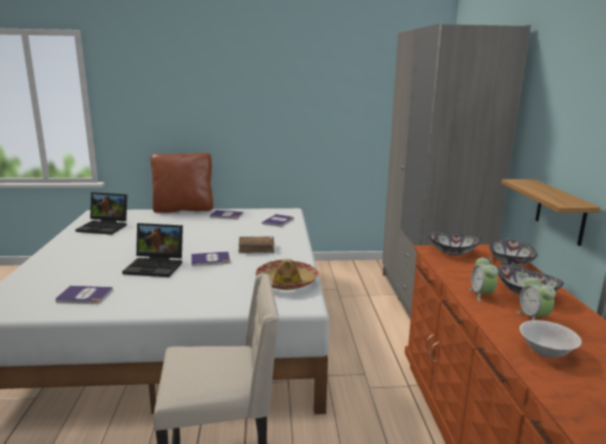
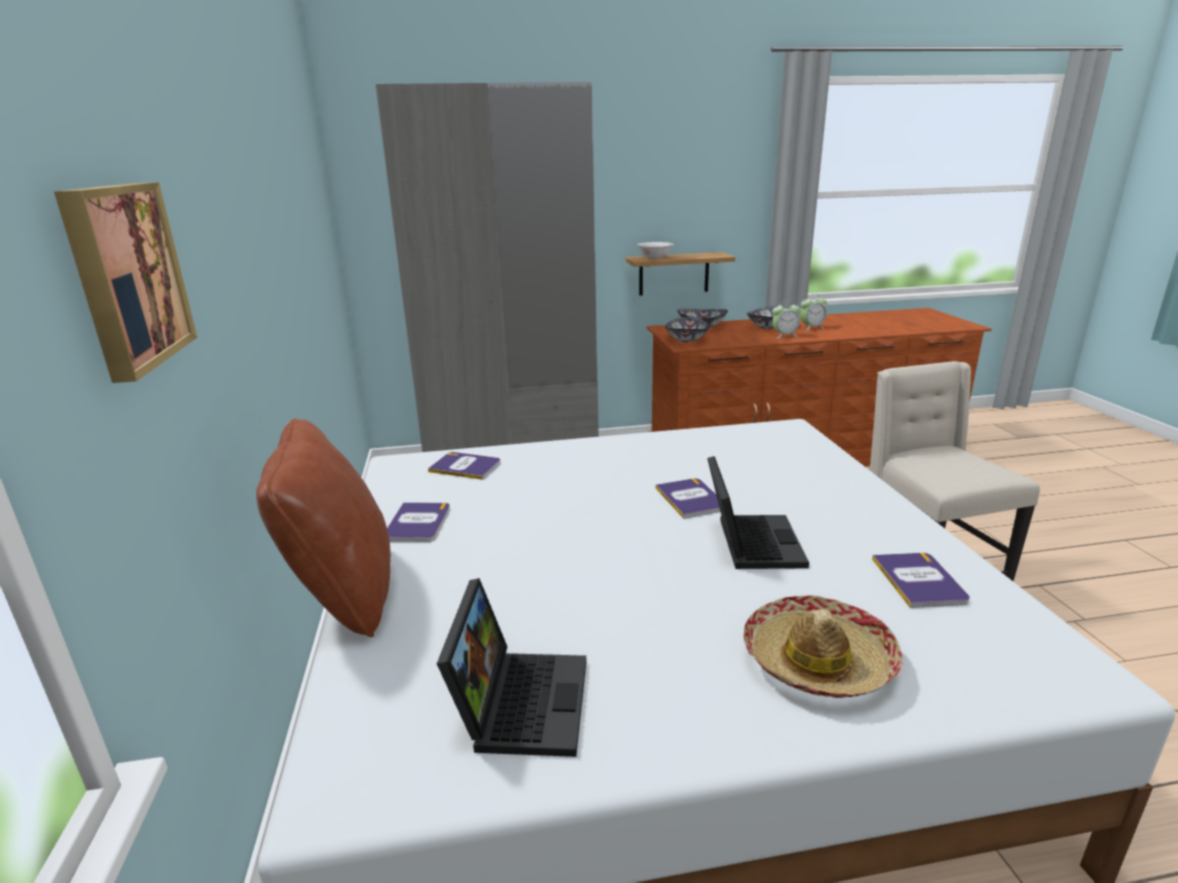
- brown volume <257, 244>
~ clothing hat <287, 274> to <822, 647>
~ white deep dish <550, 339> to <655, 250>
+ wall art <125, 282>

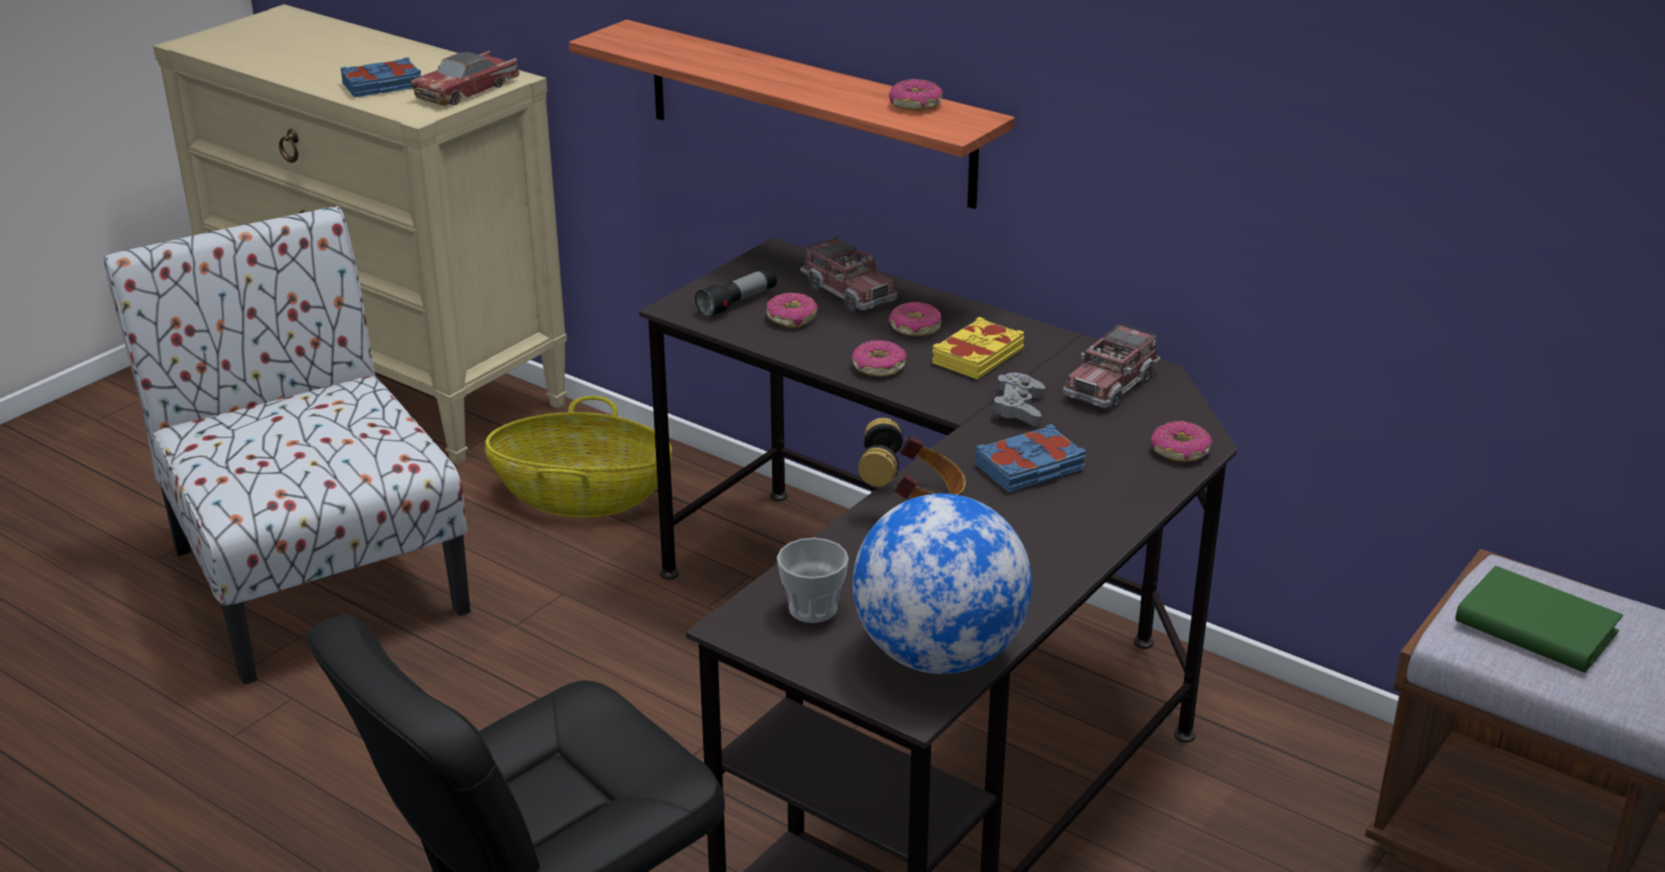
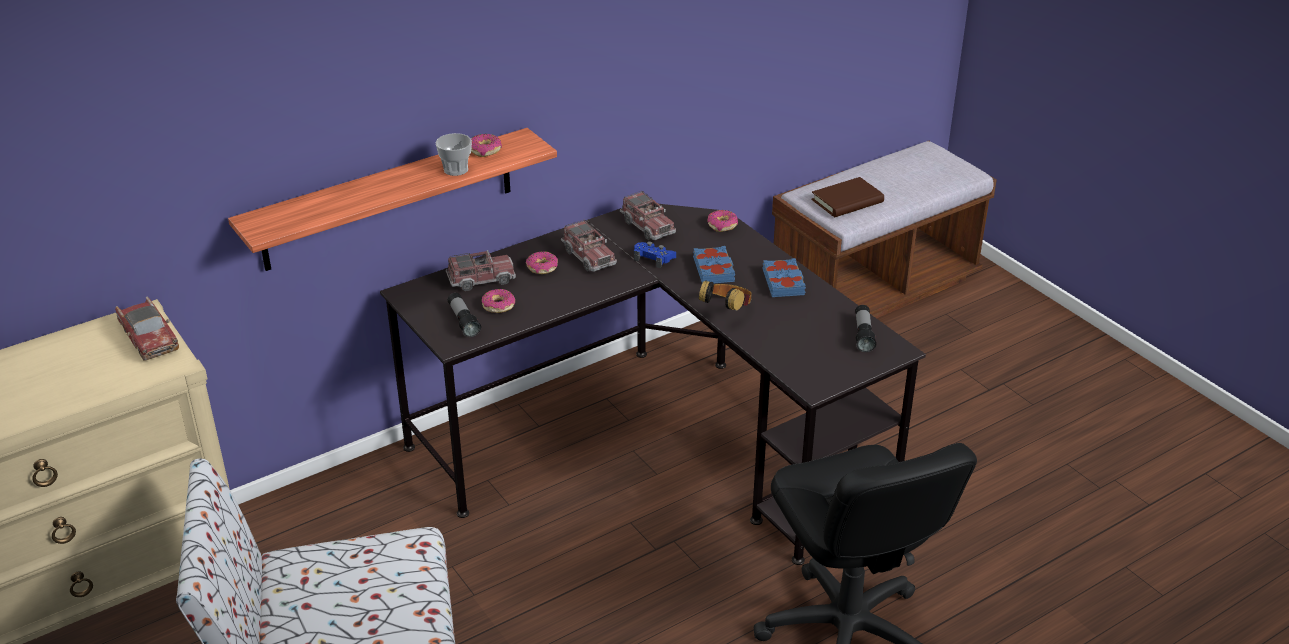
~ blue-coloured volume <381, 77> to <784, 277>
- storage basket <578, 456>
~ cup <813, 580> to <454, 154>
- ring doughnut <879, 358>
~ desk globe <942, 583> to hand torch <865, 328>
~ yellow-coloured volume <978, 348> to toy lorry <589, 246>
~ greyish game controller <1019, 399> to blue-coloured game controller <655, 254>
~ green volume <1539, 619> to brown volume <847, 197>

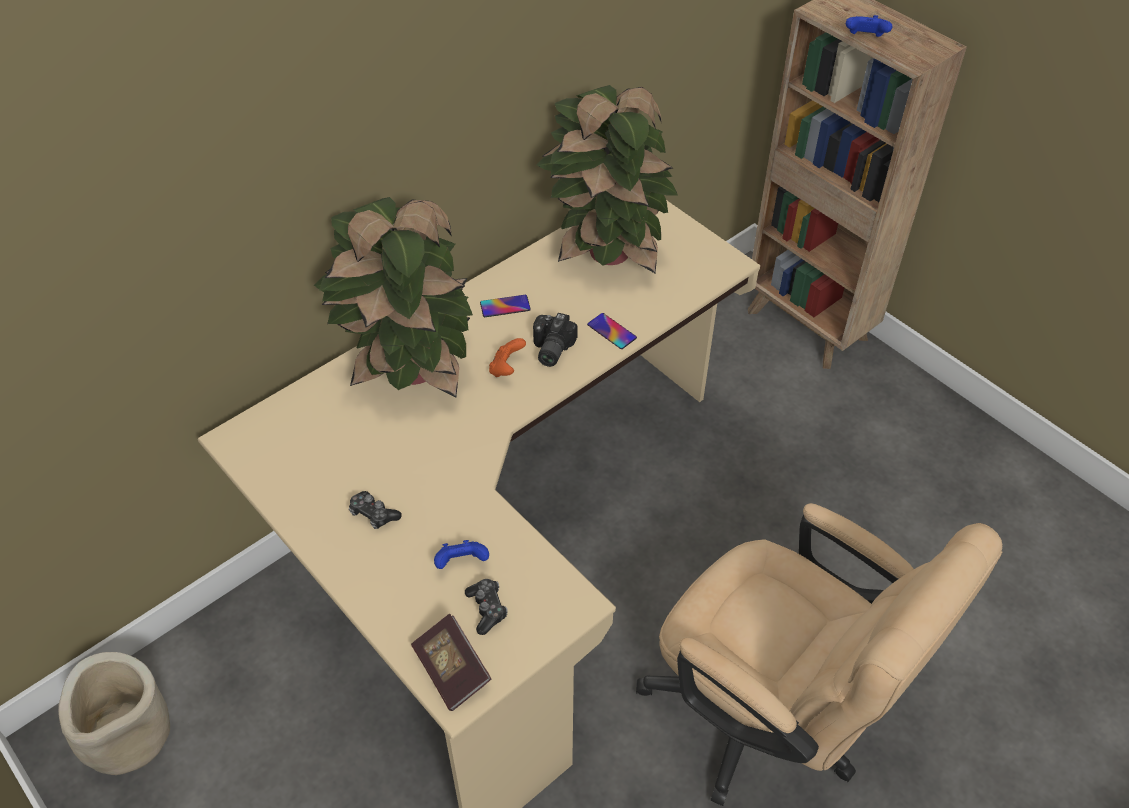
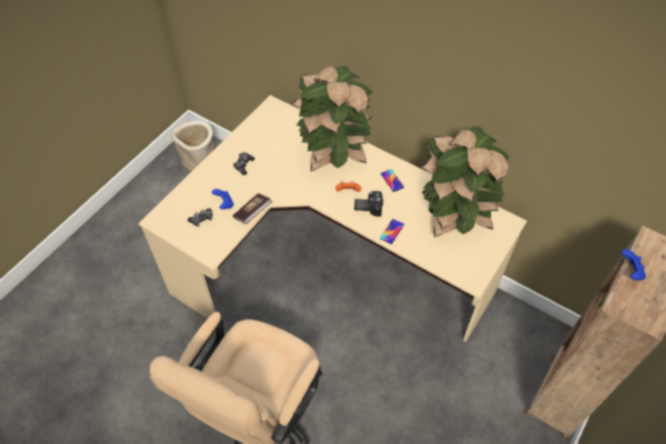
~ volume <451, 662> to <252, 208>

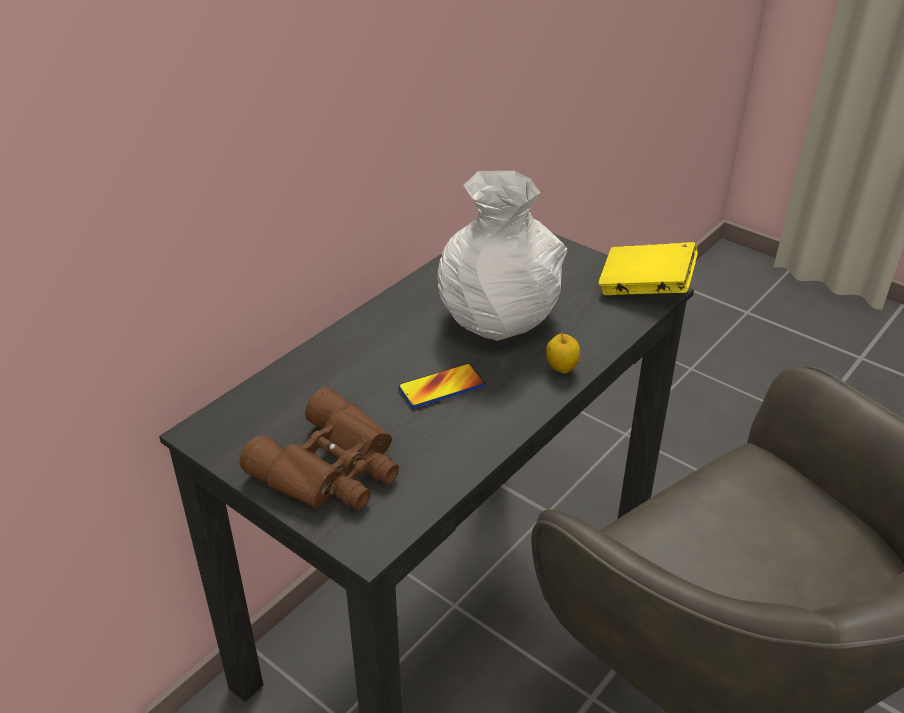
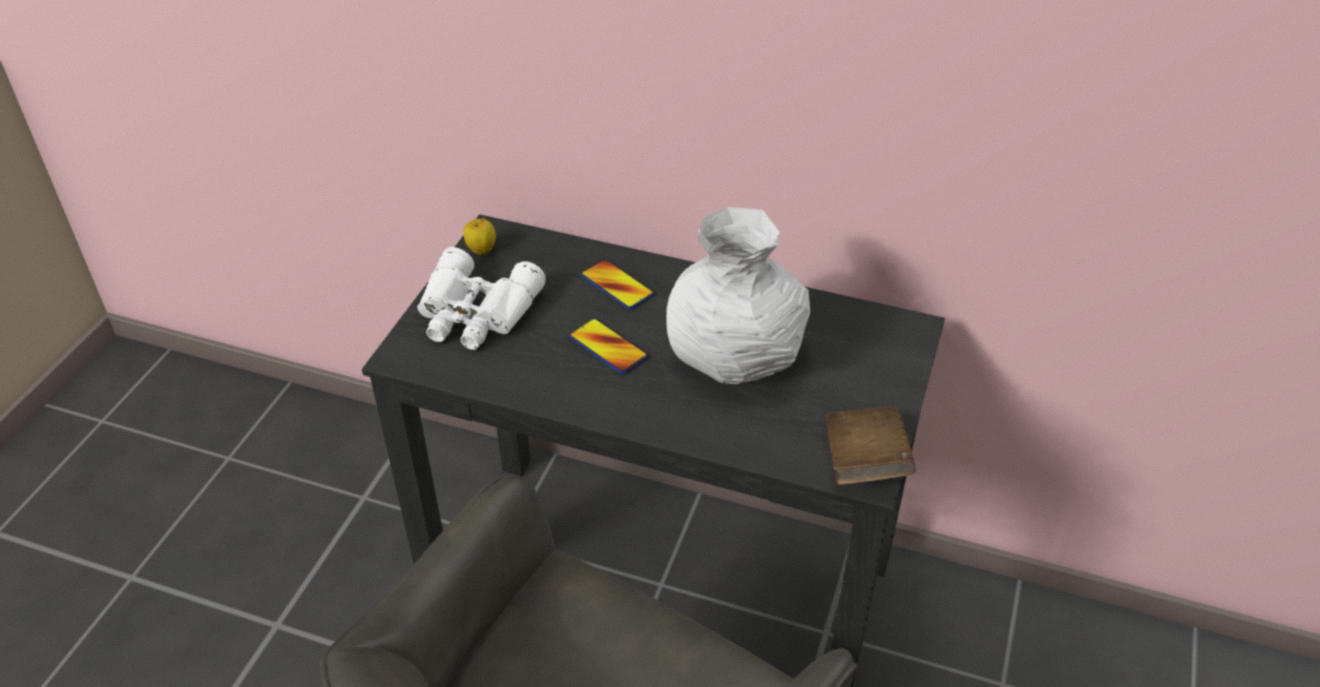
~ brown field glasses <319, 448> to white field glasses <482, 298>
~ whole apple <563, 352> to <479, 236>
~ yellow-coloured volume <648, 268> to brown volume <870, 445>
+ phone <617, 284>

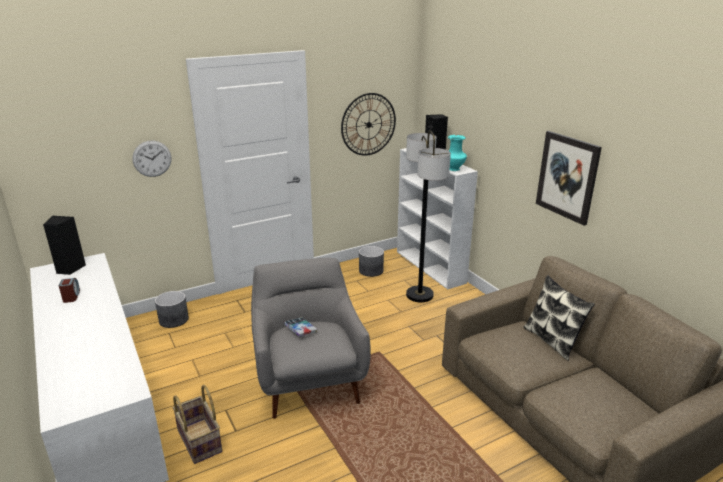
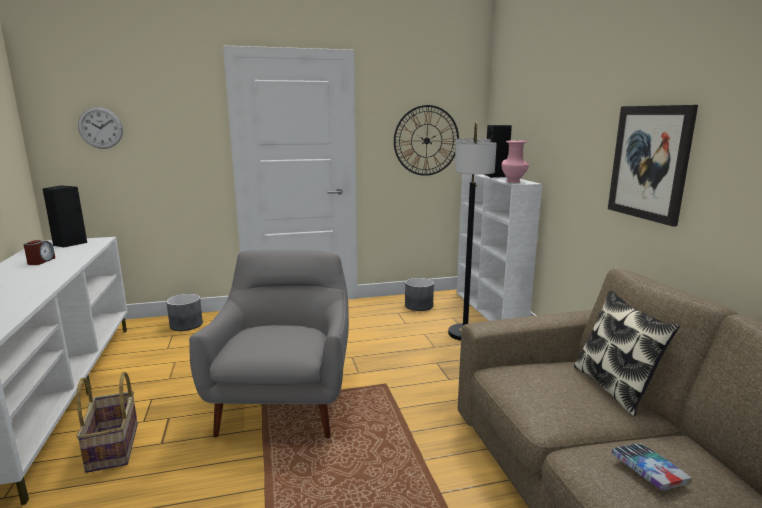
~ wall clock <151, 159> to <100, 128>
~ volume <300, 327> to <651, 467>
~ turquoise decorative vase <457, 153> to pink decorative vase <515, 161>

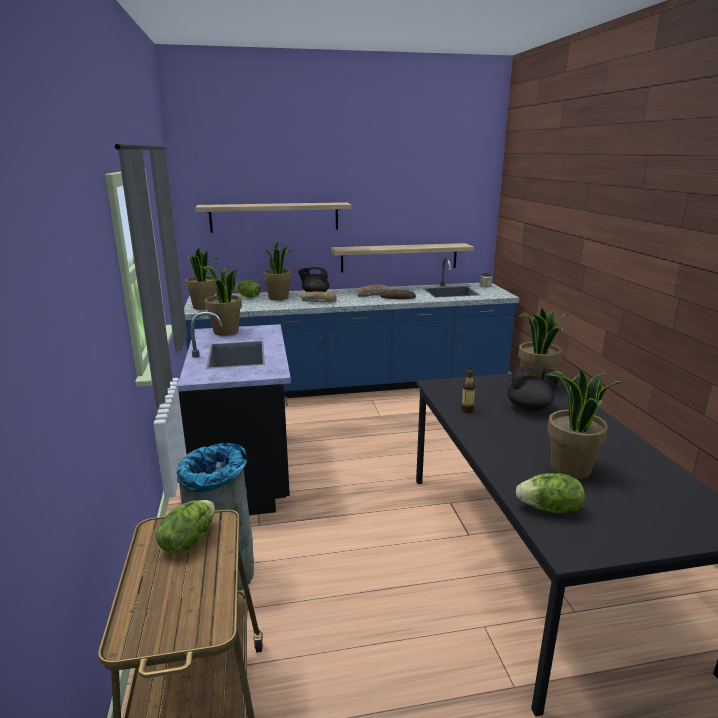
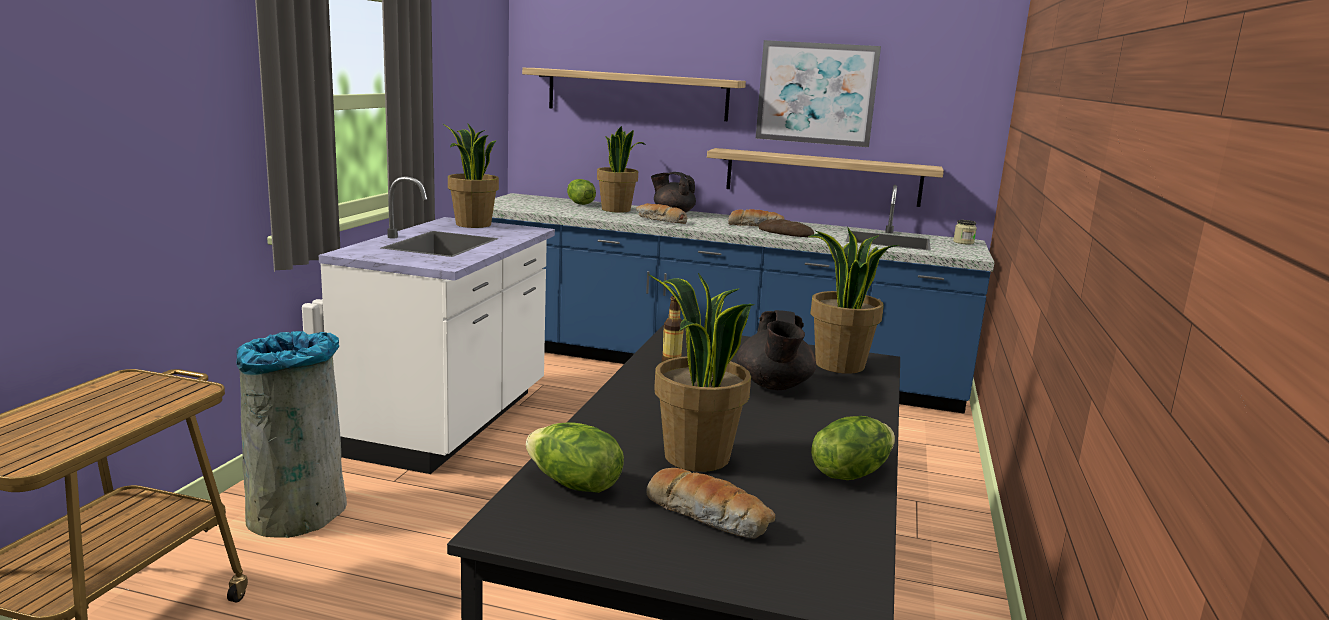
~ head of lettuce <185, 526> to <853, 448>
~ black counter <234, 413> to white counter <437, 325>
- potted plant <201, 279>
~ black tea pot <533, 388> = <776, 350> 60 degrees clockwise
+ bread <710, 503>
+ wall art <818, 93>

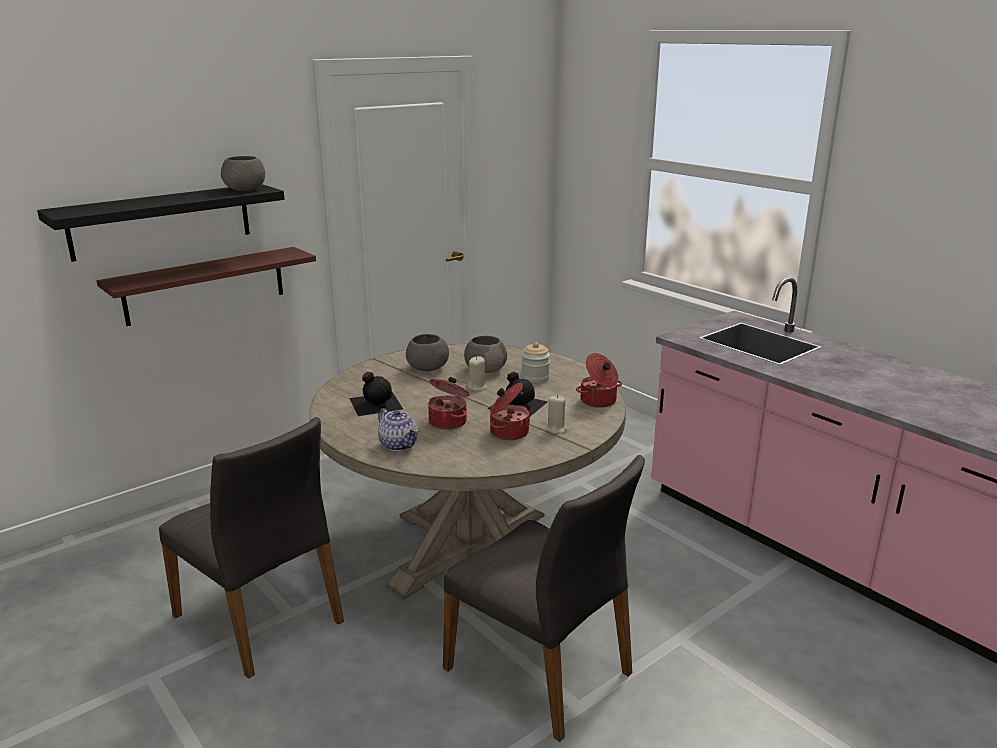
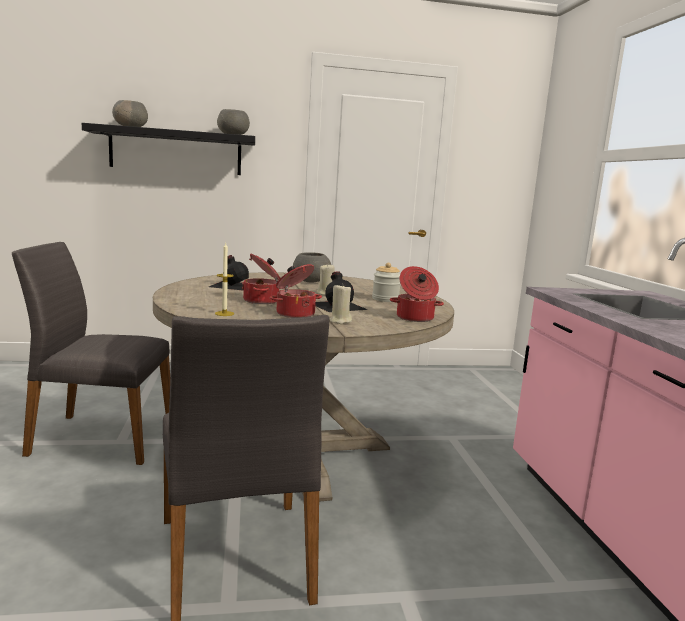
- shelf <206, 286>
~ greyish upright chair <251, 548> = <91, 353> 105 degrees clockwise
- tea pot <398, 429>
~ greyish deep dish <485, 354> to <130, 113>
+ wax light <224, 279>

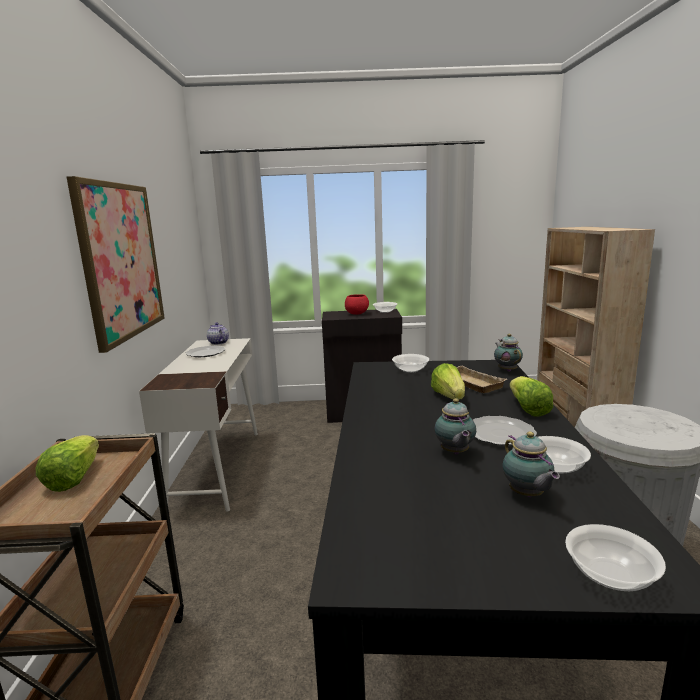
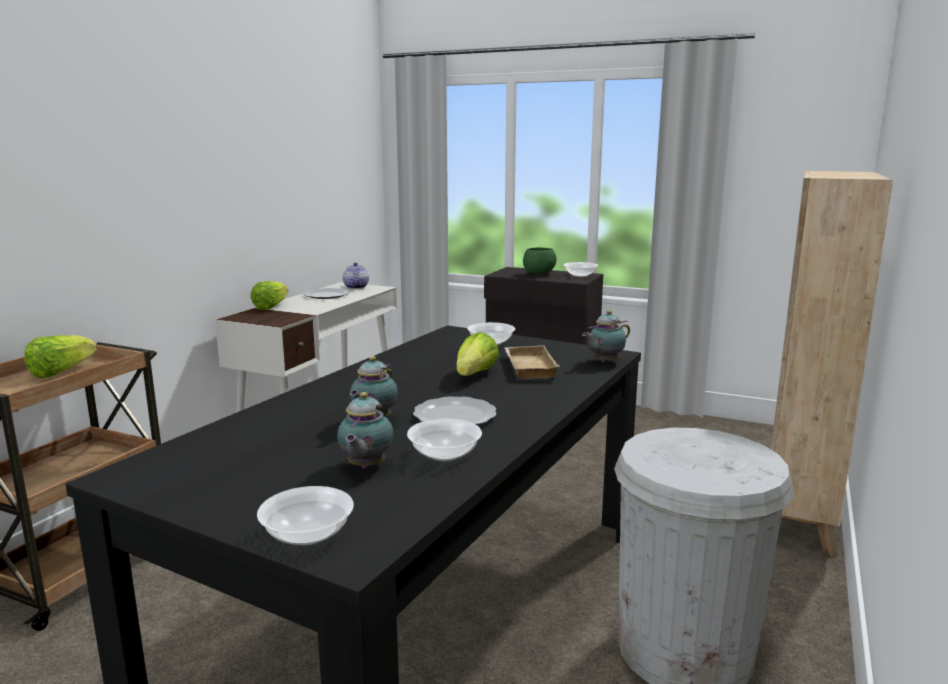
- wall art <116, 264>
~ red deep dish <357, 304> to green deep dish <540, 261>
~ tea pot <508, 353> = <606, 336> 135 degrees counterclockwise
~ head of lettuce <531, 396> to <269, 295>

